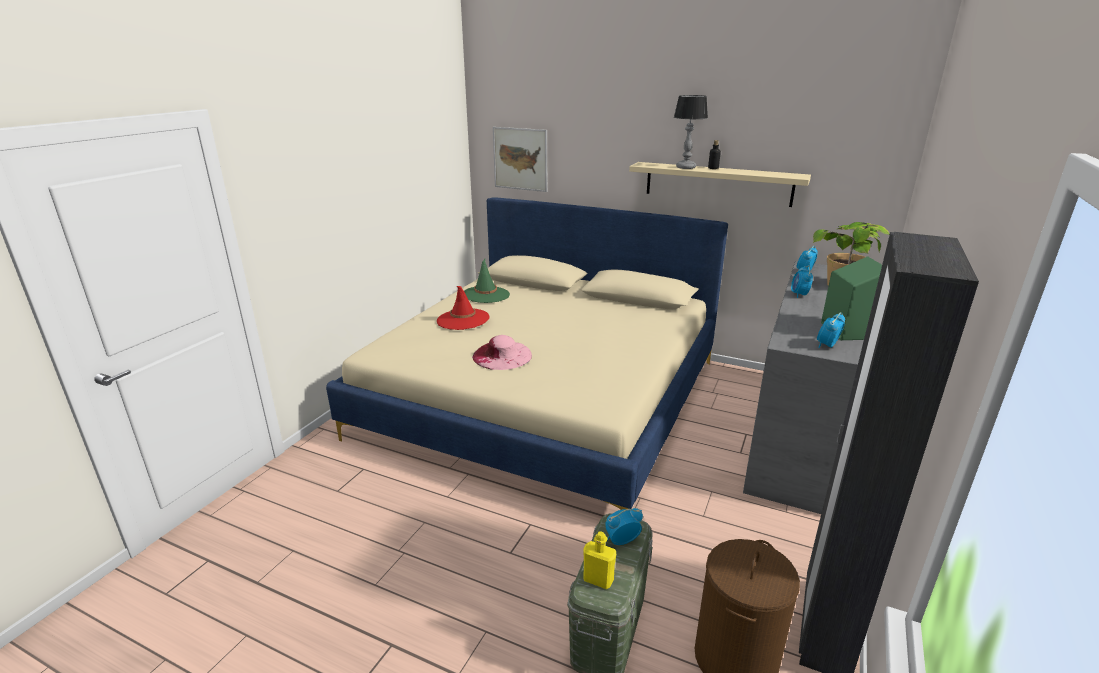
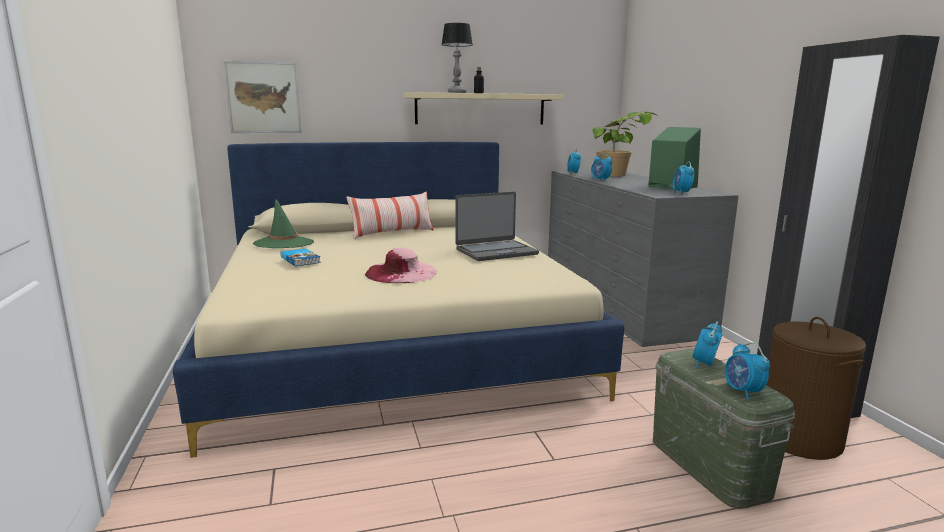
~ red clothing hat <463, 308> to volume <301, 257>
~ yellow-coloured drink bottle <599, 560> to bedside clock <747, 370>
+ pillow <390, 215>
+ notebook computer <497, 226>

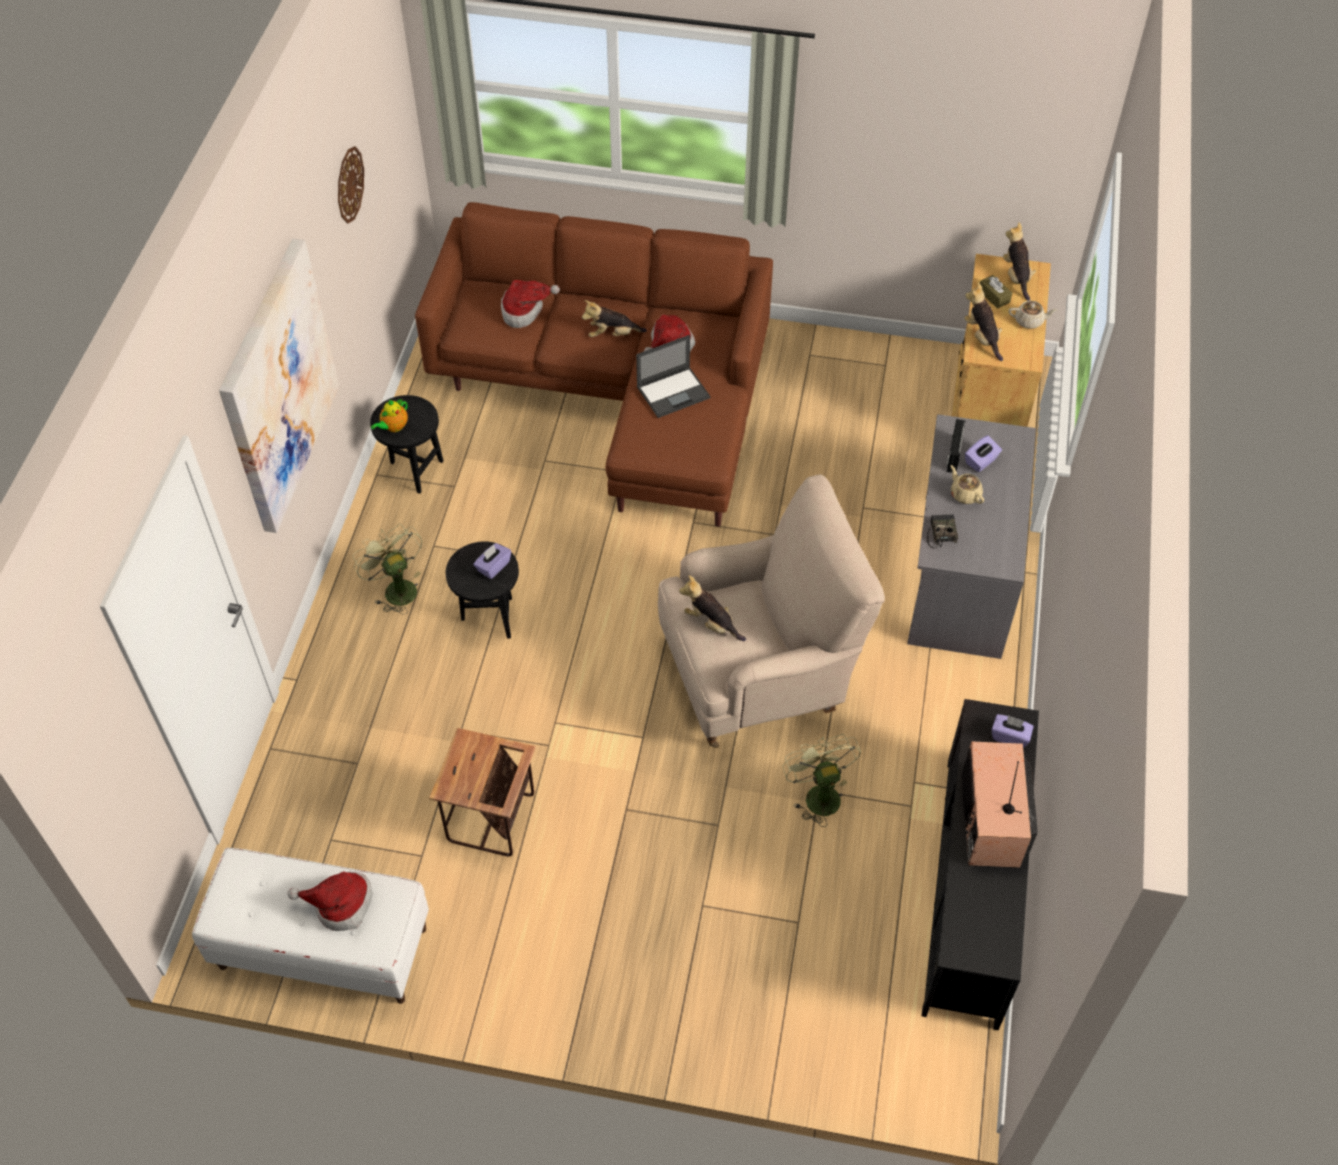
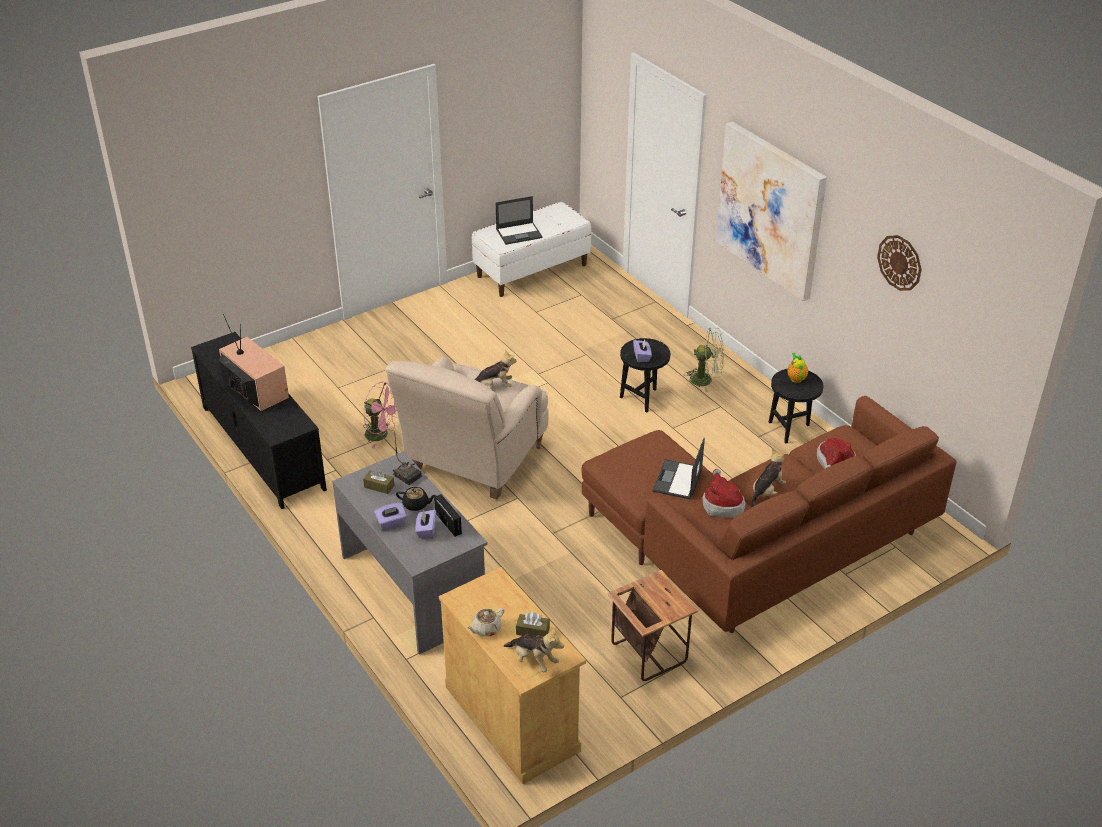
~ clothing hat <330, 901> to notebook computer <519, 220>
~ side table <482, 792> to <652, 625>
~ green electric fan <822, 780> to pink electric fan <380, 415>
~ beige-coloured tea pot <967, 484> to black tea pot <416, 499>
- plush toy <983, 322>
~ purple tissue box <1013, 731> to <390, 516>
+ brown tissue box <379, 482>

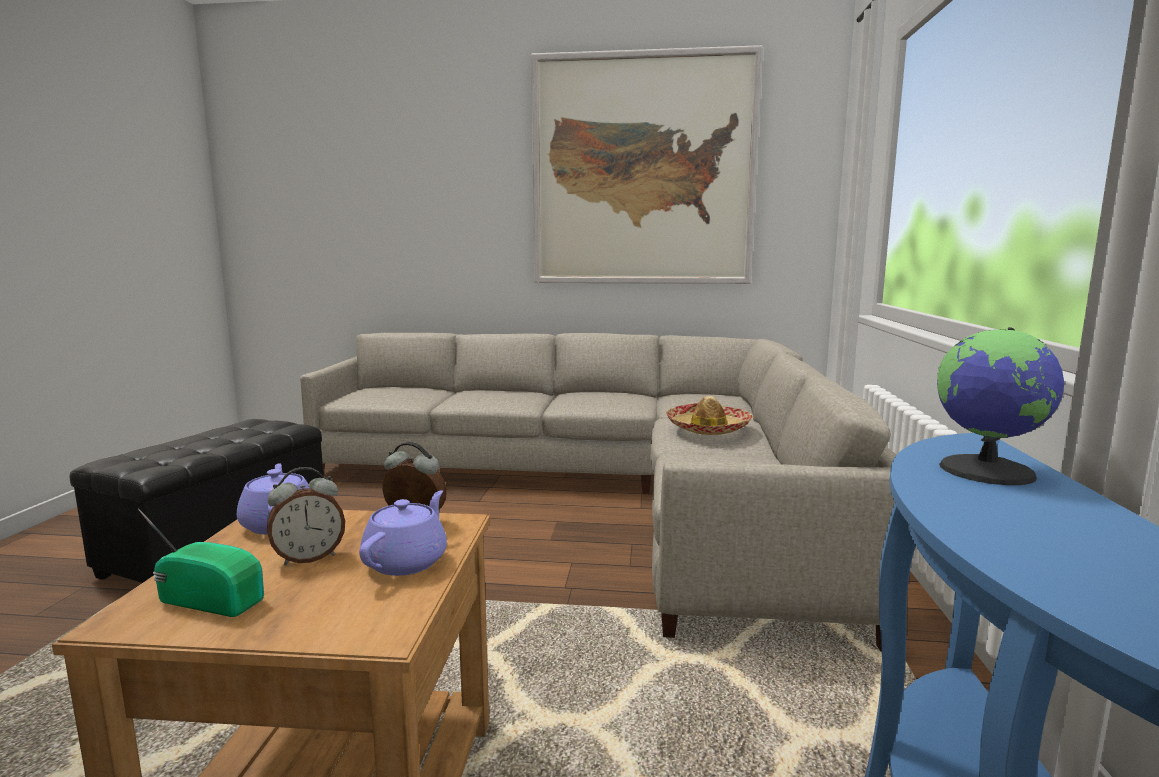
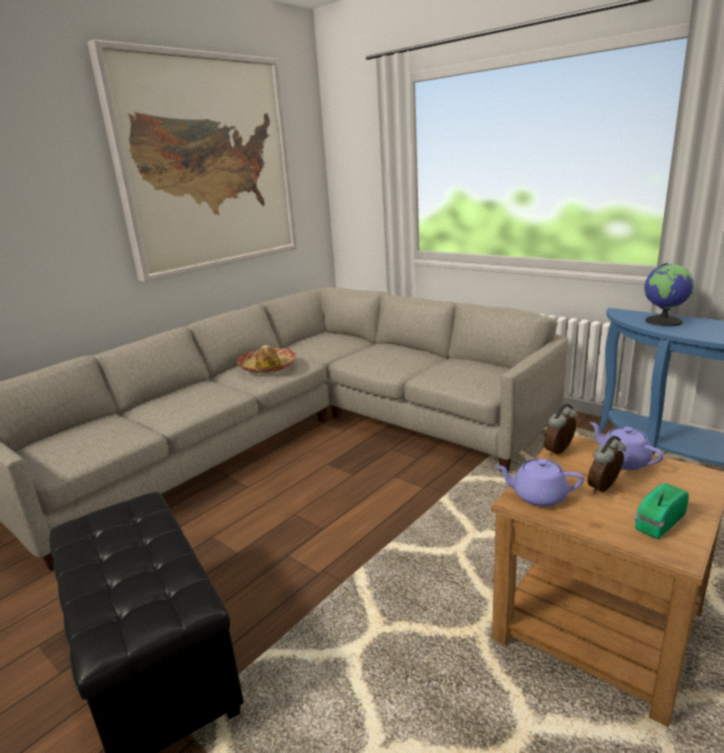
~ bedside clock <306, 516> = <607, 464> 135 degrees counterclockwise
~ clothing hat <709, 415> to <266, 359>

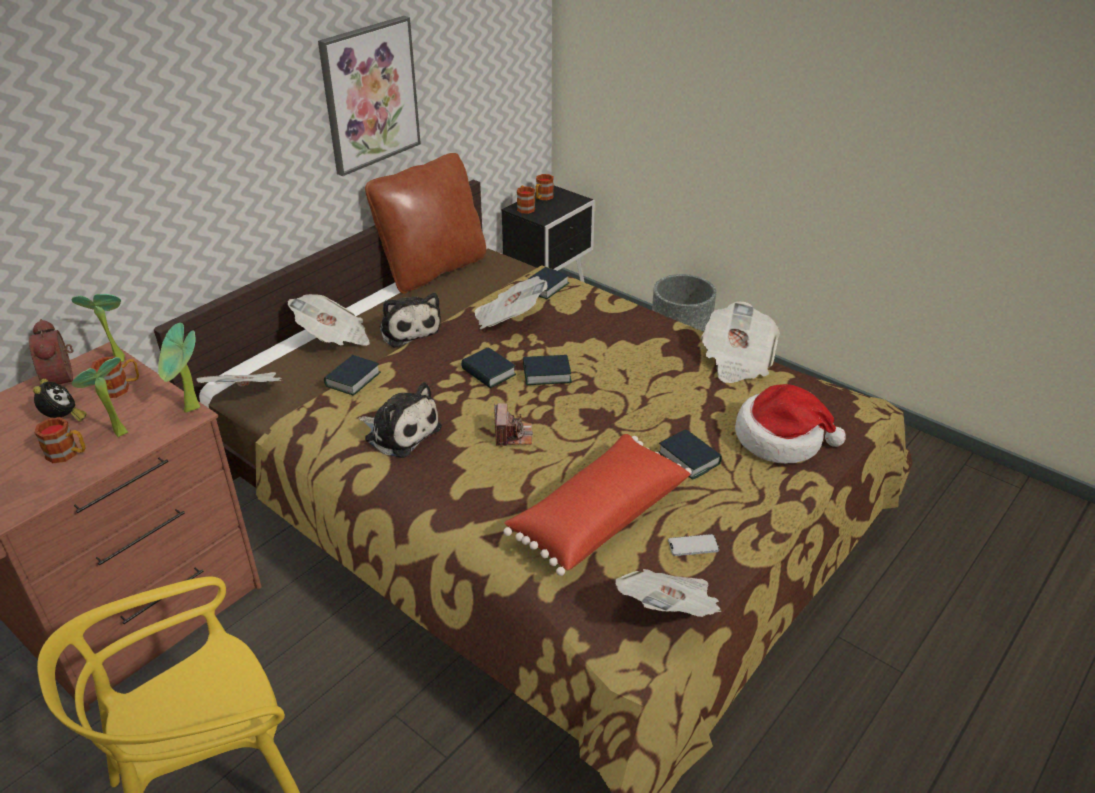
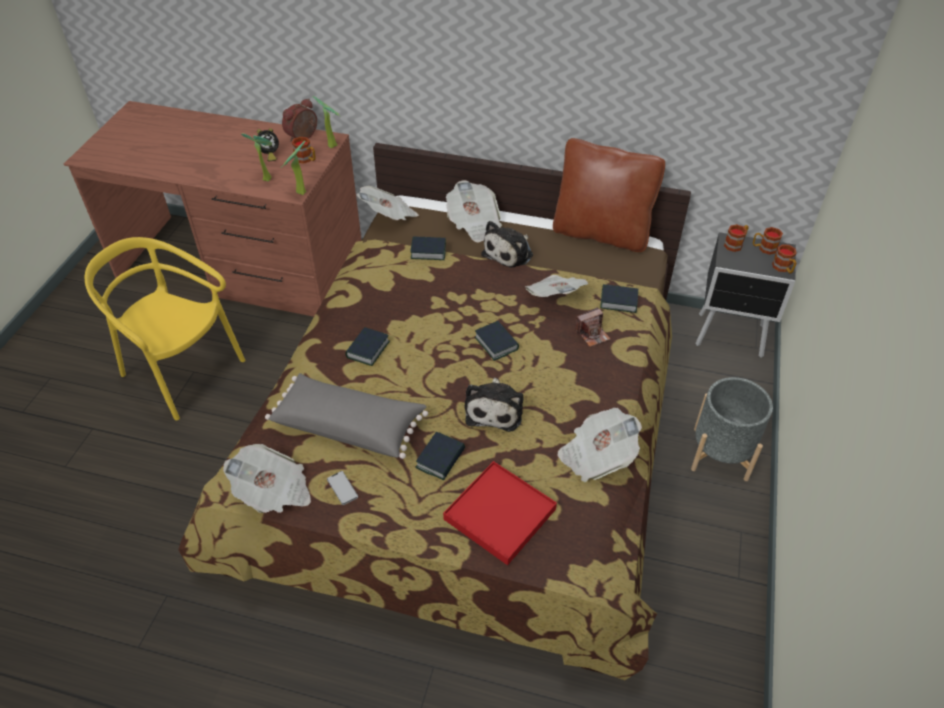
~ tea mug <60, 440> to <784, 258>
- wall art <369, 96>
~ plush toy <400, 420> to <494, 405>
~ volume <488, 368> to <367, 346>
~ still camera <513, 425> to <592, 327>
~ red pillow <597, 505> to greyish pillow <346, 416>
~ clothing hat <790, 424> to red serving tray <500, 513>

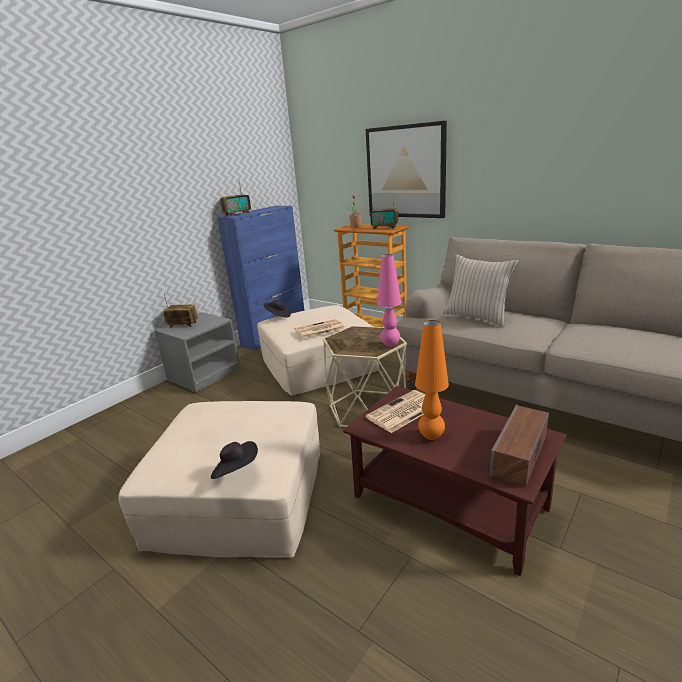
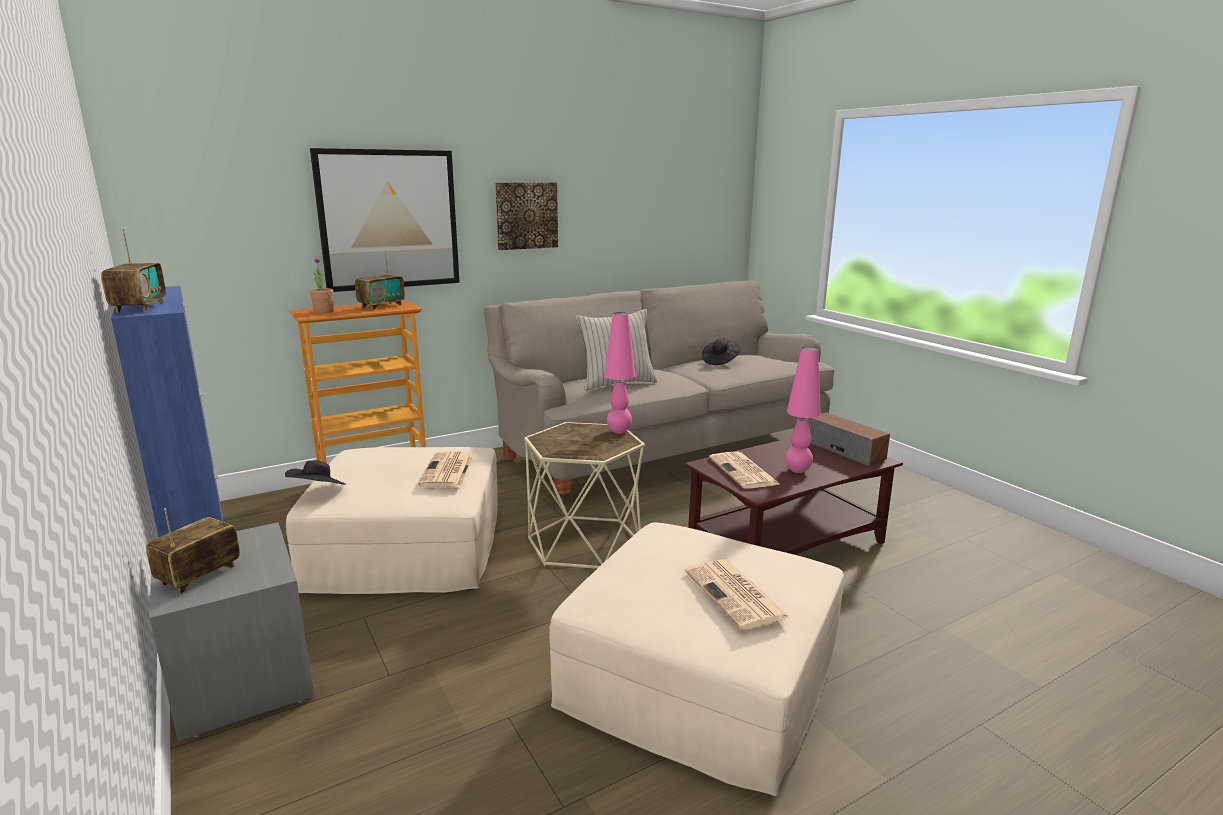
~ black clothing hat <234, 460> to <721, 351>
~ orangey table lamp <432, 380> to pink table lamp <803, 410>
+ wall art <526, 216>
+ daily paper <738, 594>

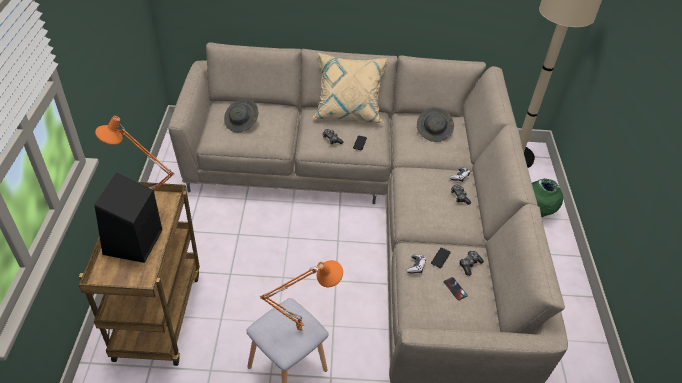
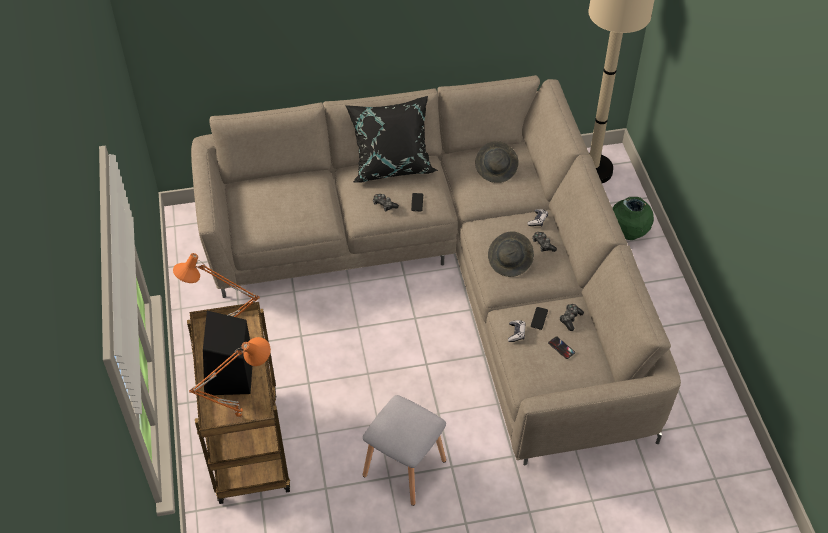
~ greyish clothing hat <241, 115> to <511, 254>
~ orangey table lamp <301, 295> to <230, 377>
~ beige-coloured pillow <349, 88> to black pillow <391, 139>

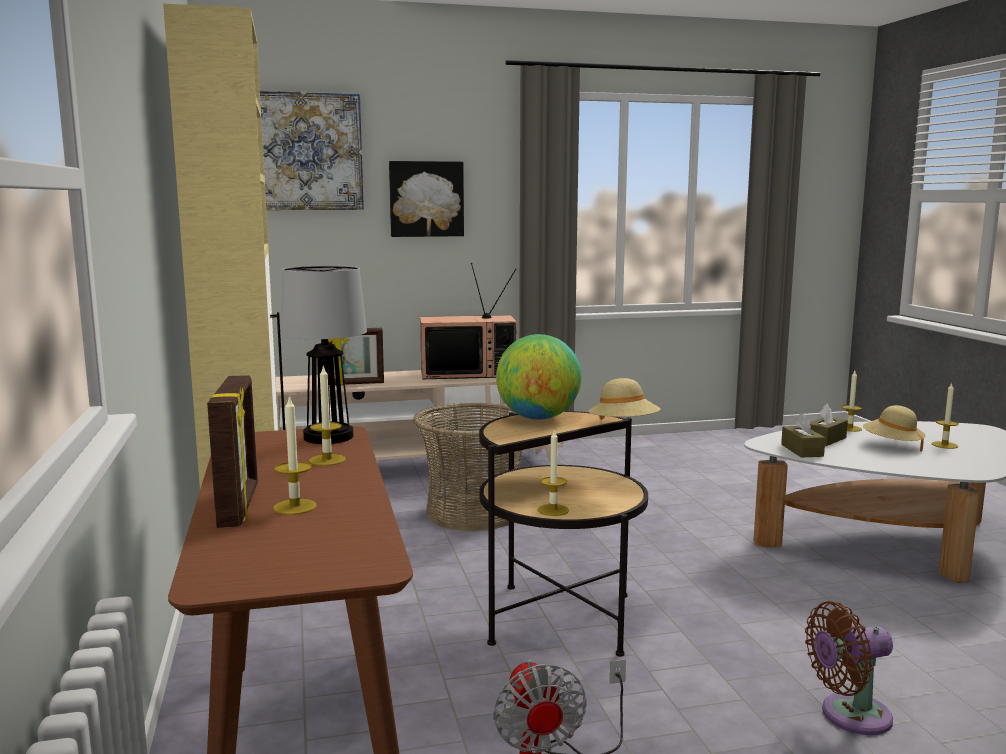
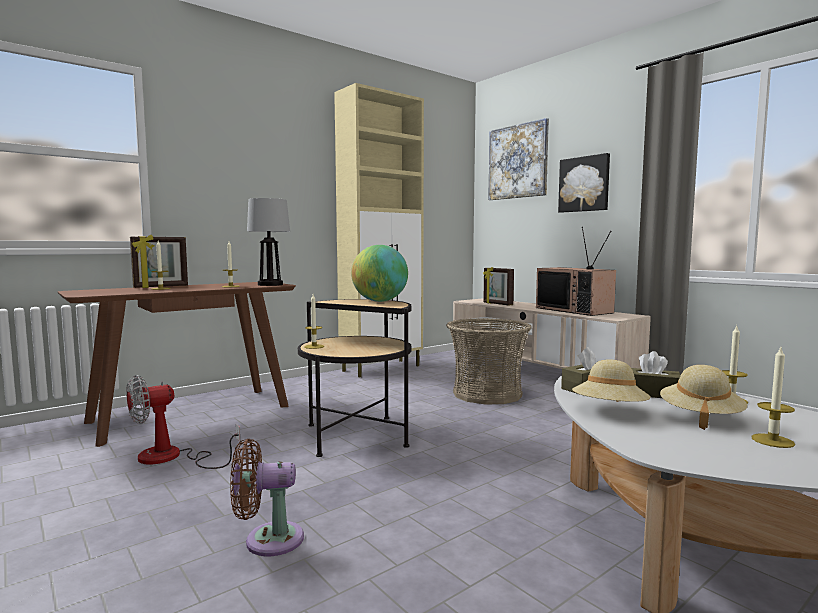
~ beige-coloured clothing hat <624, 399> to <611, 380>
~ brown electric fan <849, 668> = <267, 497> 60 degrees counterclockwise

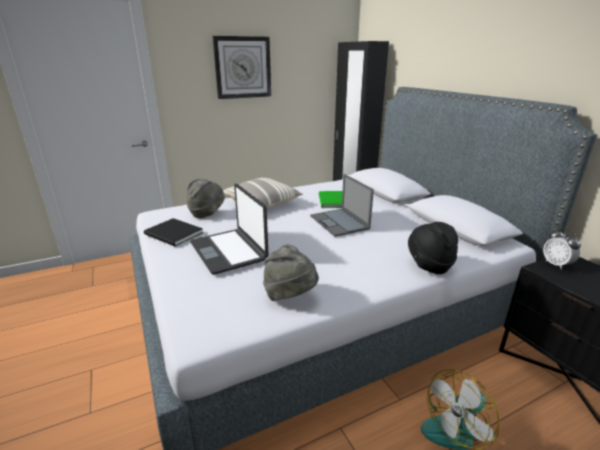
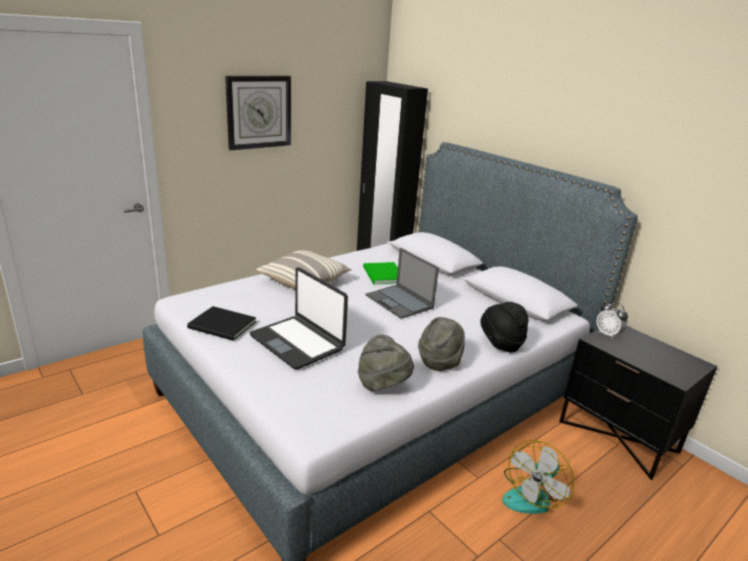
~ greyish clothing hat <206, 198> to <441, 344>

